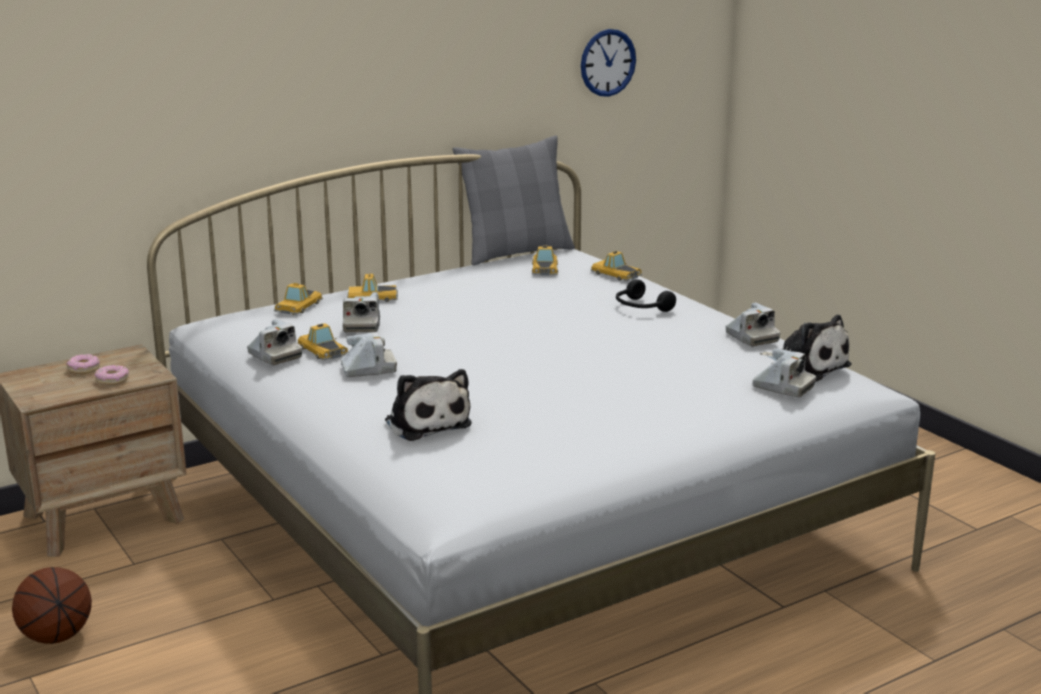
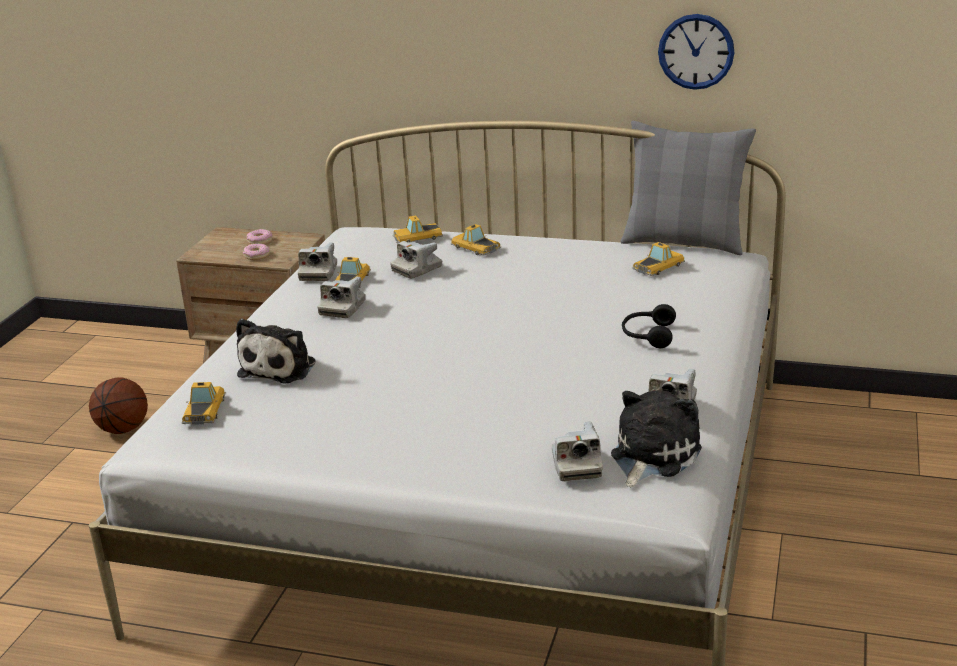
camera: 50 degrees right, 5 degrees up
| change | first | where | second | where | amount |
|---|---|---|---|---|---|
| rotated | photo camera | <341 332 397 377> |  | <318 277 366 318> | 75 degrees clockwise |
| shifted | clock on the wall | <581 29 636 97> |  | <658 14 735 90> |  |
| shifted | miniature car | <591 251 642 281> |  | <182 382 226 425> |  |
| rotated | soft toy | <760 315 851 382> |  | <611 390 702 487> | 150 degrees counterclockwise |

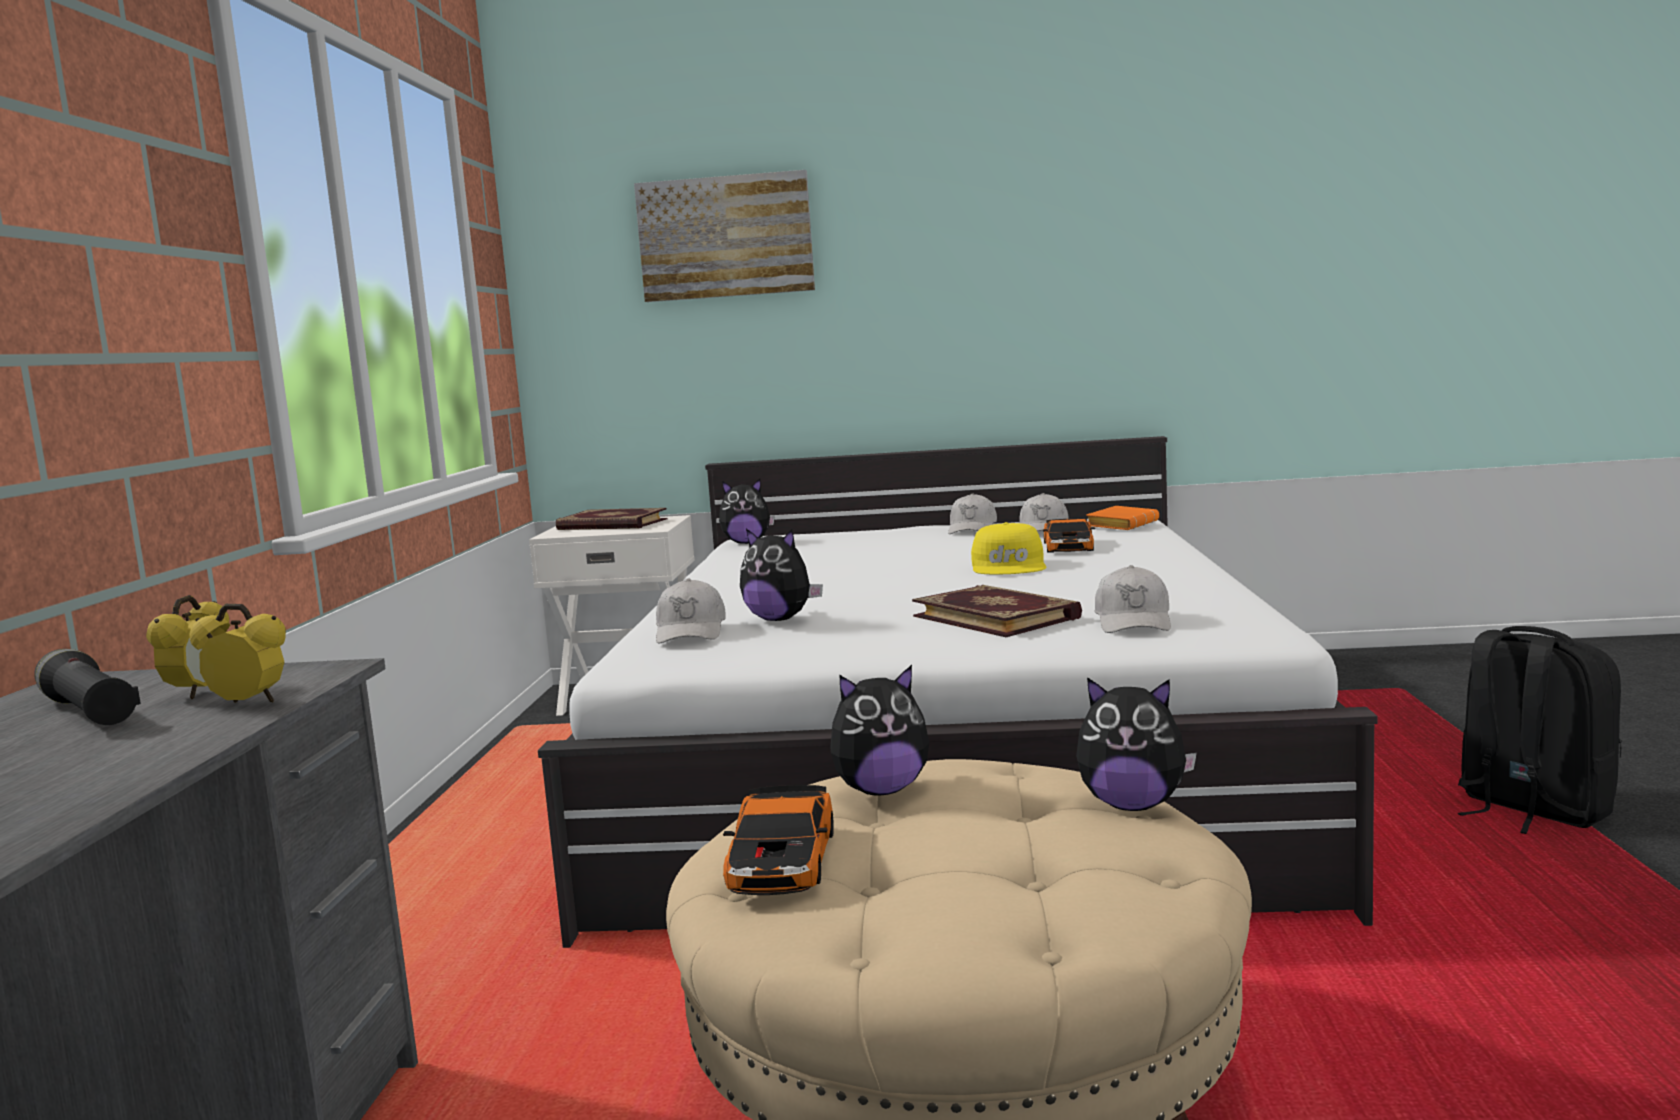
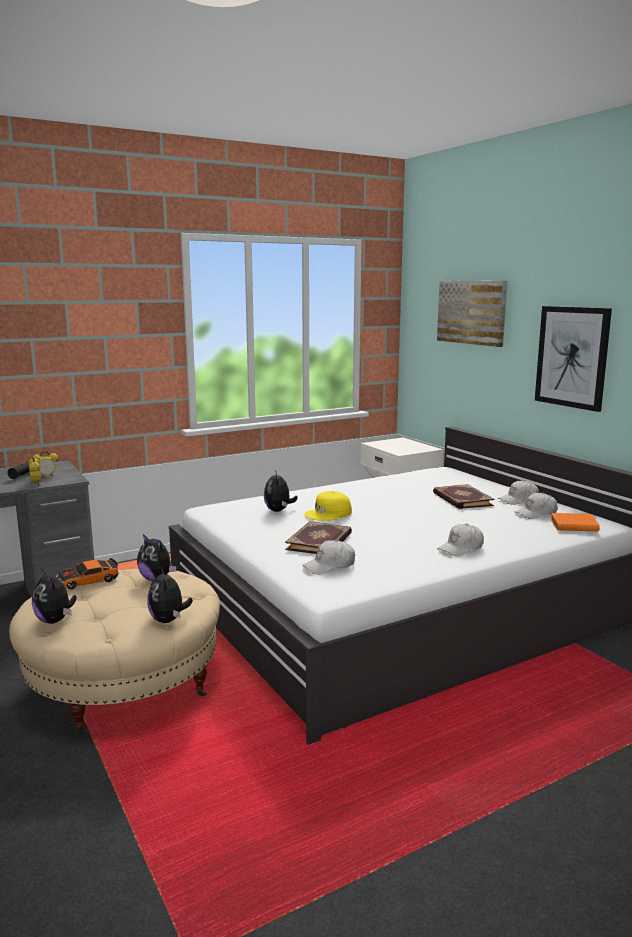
camera: 55 degrees right, 5 degrees up
| change | first | where | second | where | amount |
|---|---|---|---|---|---|
| shifted | book | <556 508 667 530> |  | <433 484 494 509> |  |
| shifted | whitish peaked cap | <656 579 725 644> |  | <437 524 484 557> |  |
| shifted | soft toy | <719 479 775 544> |  | <32 569 77 624> |  |
| shifted | yellow peaked cap | <971 522 1046 574> |  | <304 491 352 521> |  |
| gone | miniature car | <1043 518 1095 553> |  |  |  |
| gone | black-coloured rucksack | <1458 626 1621 834> |  |  |  |
| new |  |  | picture | <535 306 612 412> |  |

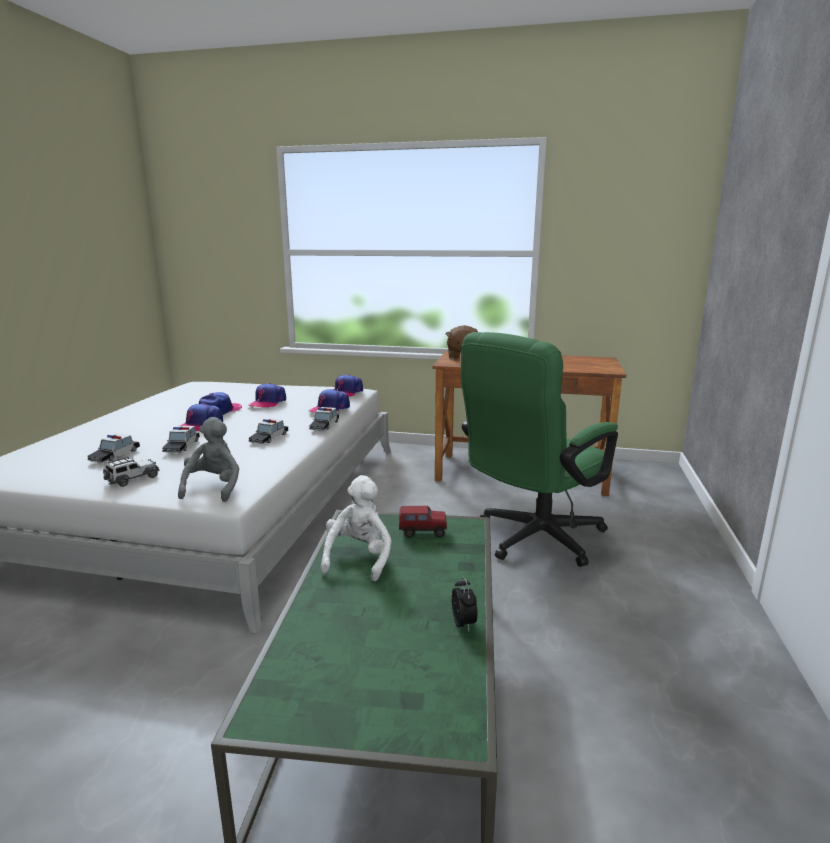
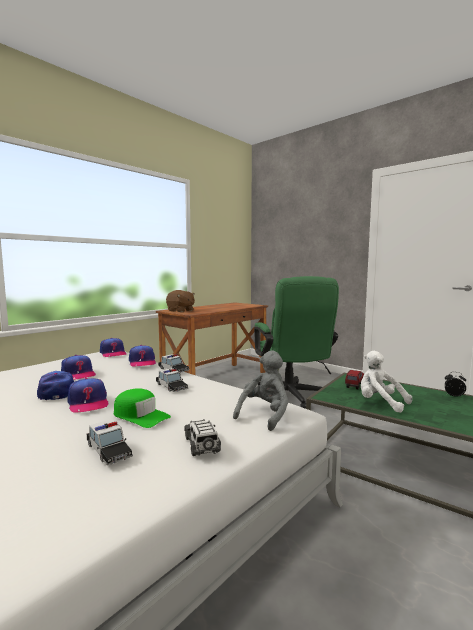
camera: 60 degrees left, 10 degrees down
| change | first | where | second | where | amount |
|---|---|---|---|---|---|
| swapped | miniature car | <162 426 200 453> | green peaked cap | <114 388 171 428> |  |
| rotated | gray soft toy | <178 417 239 502> |  | <233 350 288 431> | 90 degrees clockwise |

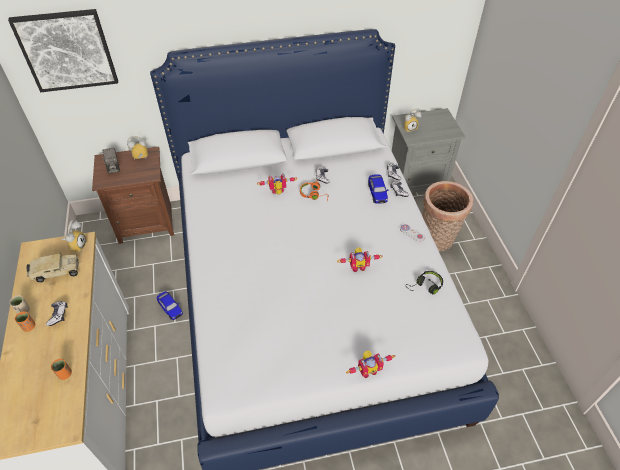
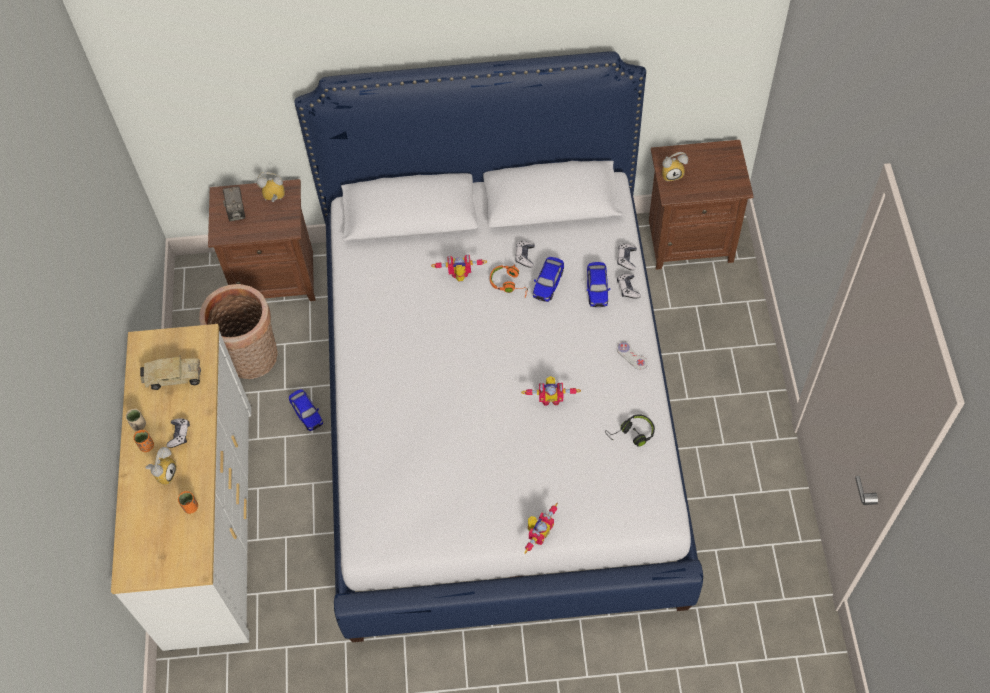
camera: 10 degrees right, 10 degrees up
| change | first | where | second | where | amount |
|---|---|---|---|---|---|
| gone | picture | <8 9 118 92> |  |  |  |
| shifted | bedside clock | <62 220 87 252> |  | <146 447 177 485> |  |
| rotated | robot figure | <346 351 395 378> |  | <525 503 558 554> | 45 degrees counterclockwise |
| repainted | gray night table | <392 108 466 193> | brown night table | <649 140 754 270> |  |
| shifted | household basket | <422 181 473 251> |  | <199 284 278 379> |  |
| new |  |  | miniature car | <533 257 564 302> |  |

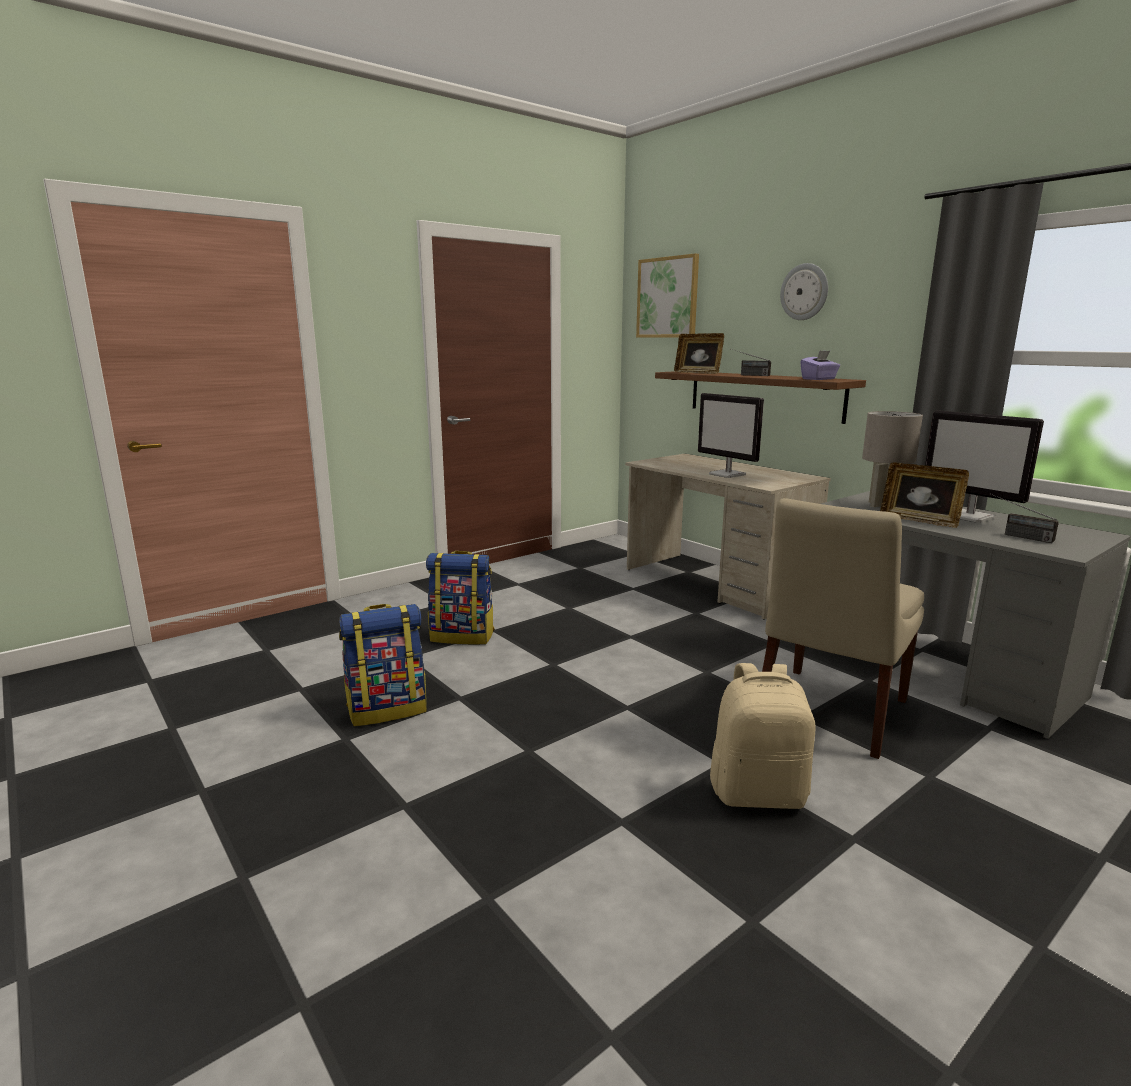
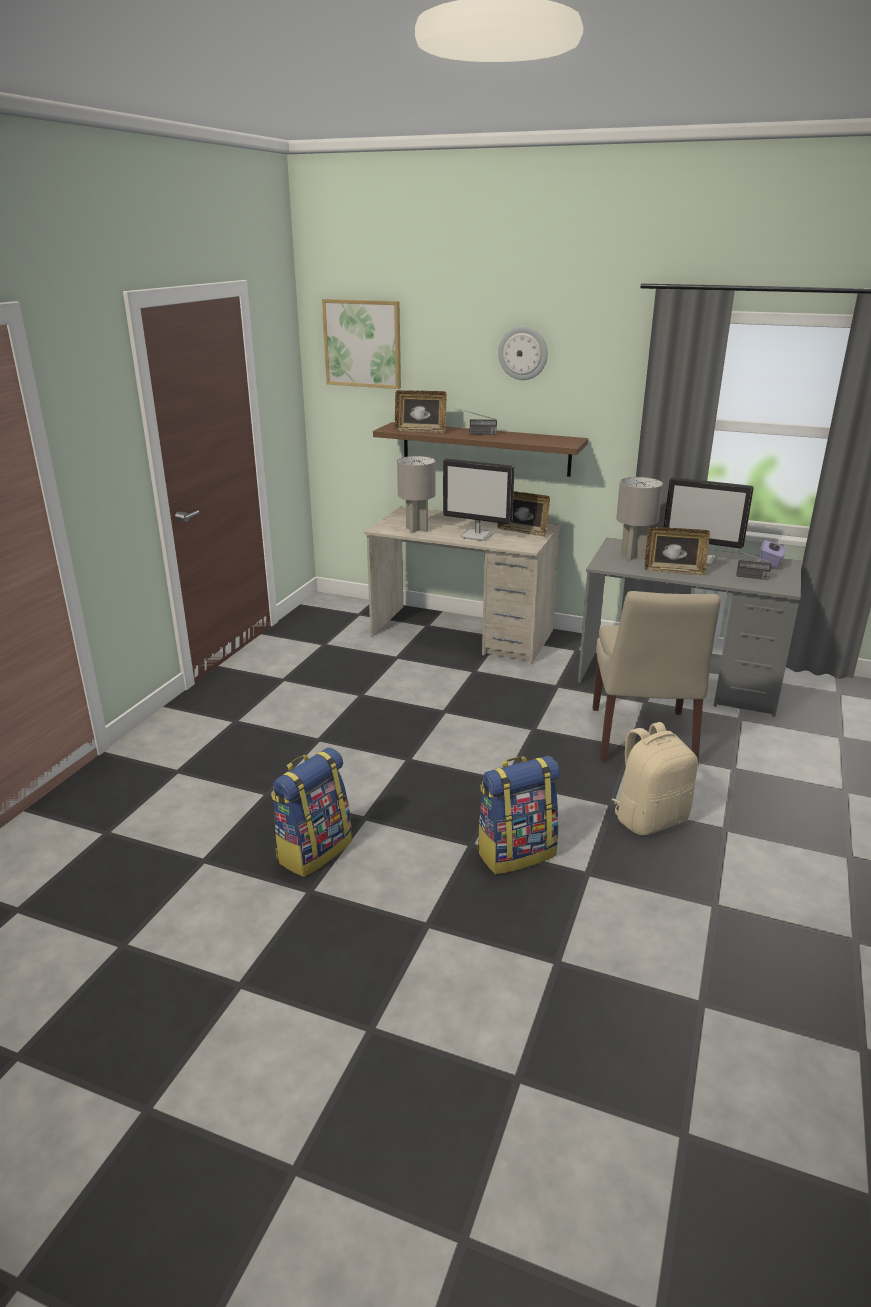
camera: 30 degrees left, 10 degrees up
| change | first | where | second | where | amount |
|---|---|---|---|---|---|
| shifted | rucksack | <426 551 495 645> |  | <477 756 560 874> |  |
| shifted | purplish tissue holder | <800 351 840 380> |  | <760 538 786 569> |  |
| new |  |  | gray lamp for a table | <397 456 436 533> |  |
| new |  |  | standing frame | <497 491 550 536> |  |

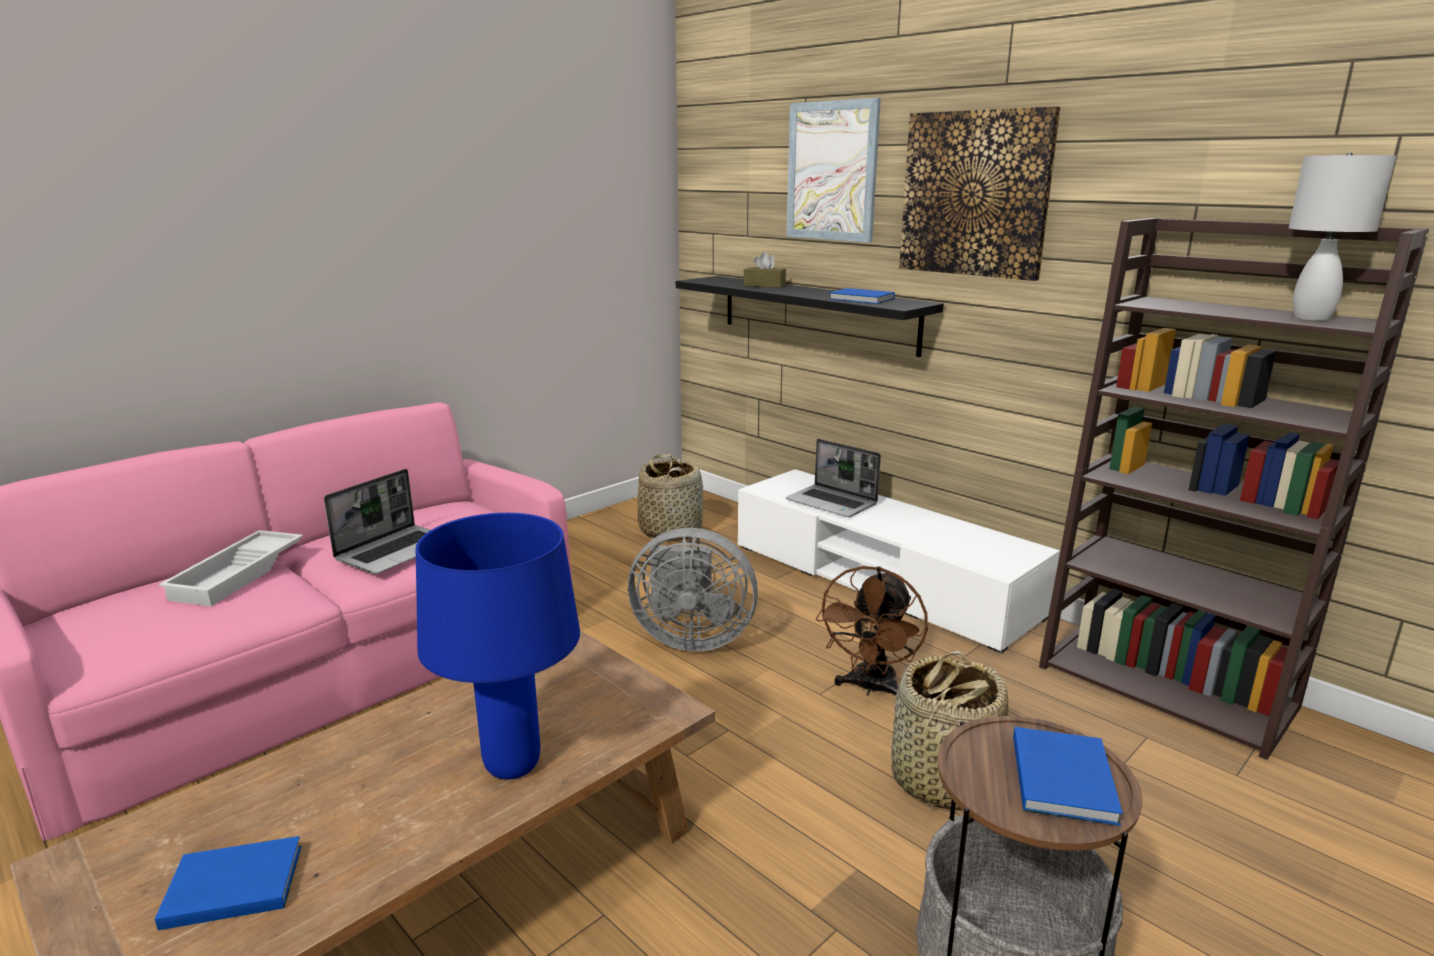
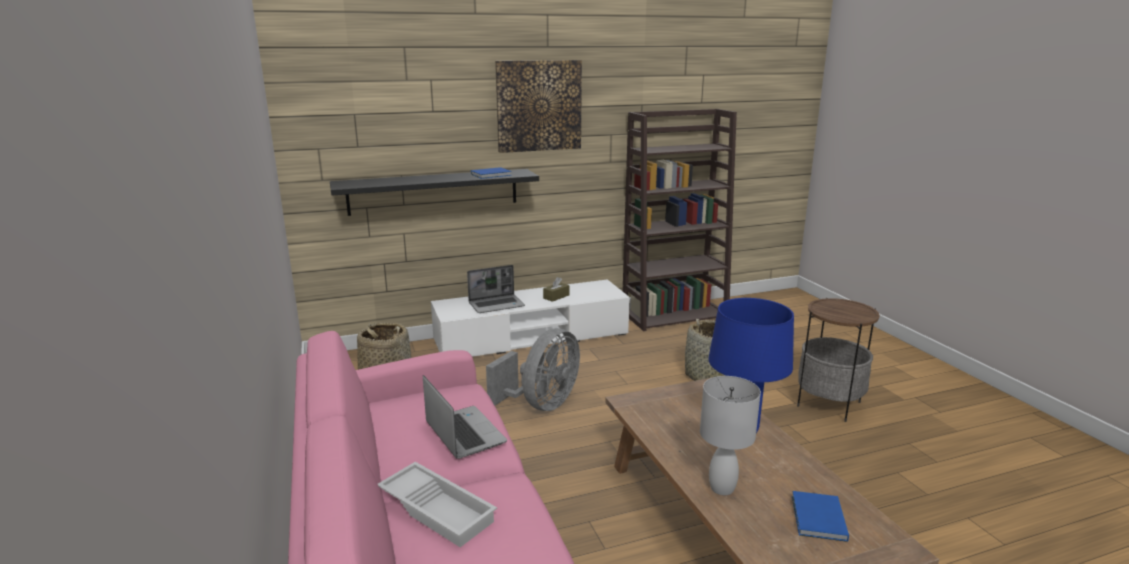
camera: 65 degrees left, 0 degrees up
| change | first | where | second | where | amount |
|---|---|---|---|---|---|
| shifted | brown tissue holder | <744 252 786 288> |  | <543 277 570 302> |  |
| gone | picture | <787 98 881 243> |  |  |  |
| gone | brown cooling fan | <816 566 928 696> |  |  |  |
| gone | bluish book | <1013 727 1123 826> |  |  |  |
| shifted | whitish lamp for a table | <1289 152 1396 321> |  | <700 376 761 495> |  |

